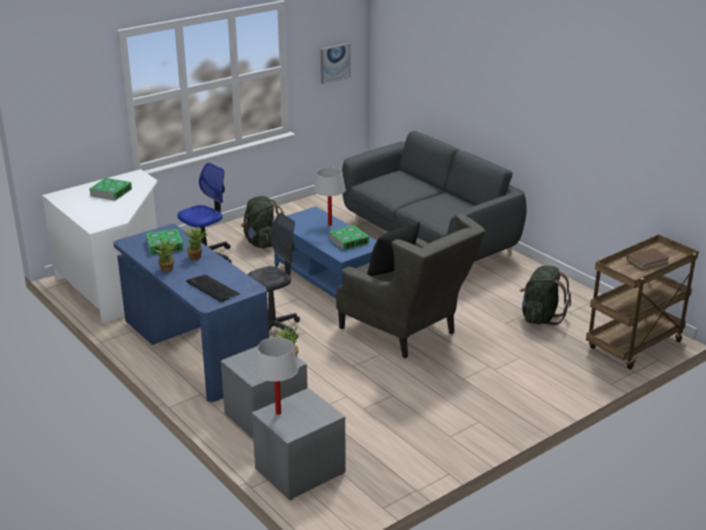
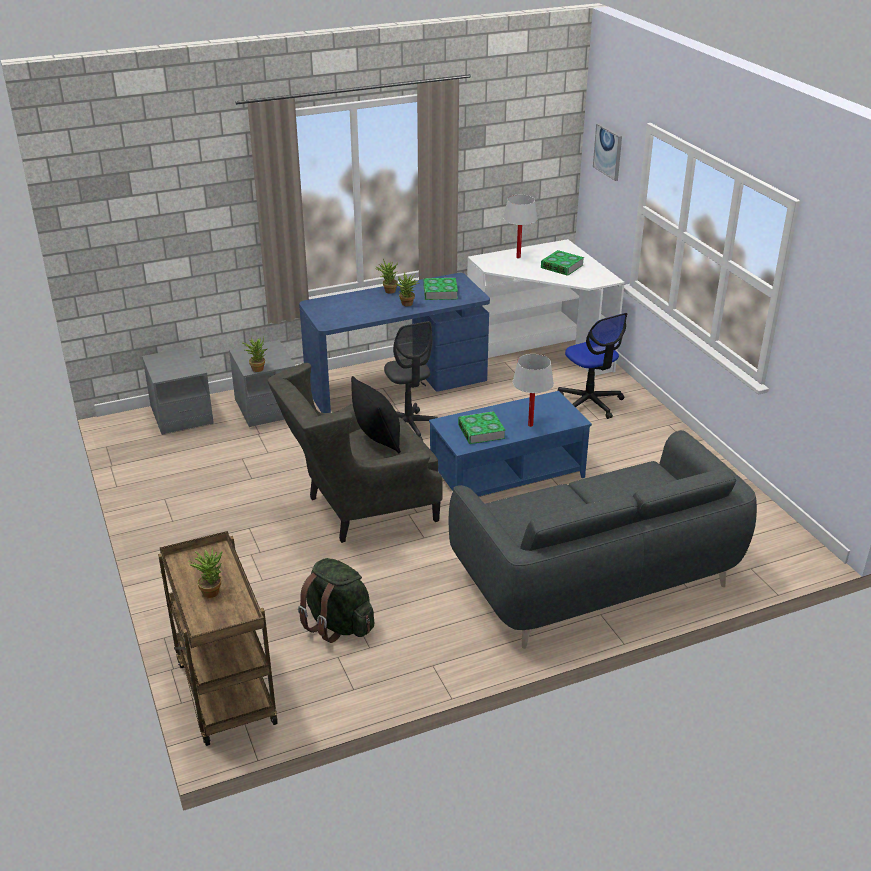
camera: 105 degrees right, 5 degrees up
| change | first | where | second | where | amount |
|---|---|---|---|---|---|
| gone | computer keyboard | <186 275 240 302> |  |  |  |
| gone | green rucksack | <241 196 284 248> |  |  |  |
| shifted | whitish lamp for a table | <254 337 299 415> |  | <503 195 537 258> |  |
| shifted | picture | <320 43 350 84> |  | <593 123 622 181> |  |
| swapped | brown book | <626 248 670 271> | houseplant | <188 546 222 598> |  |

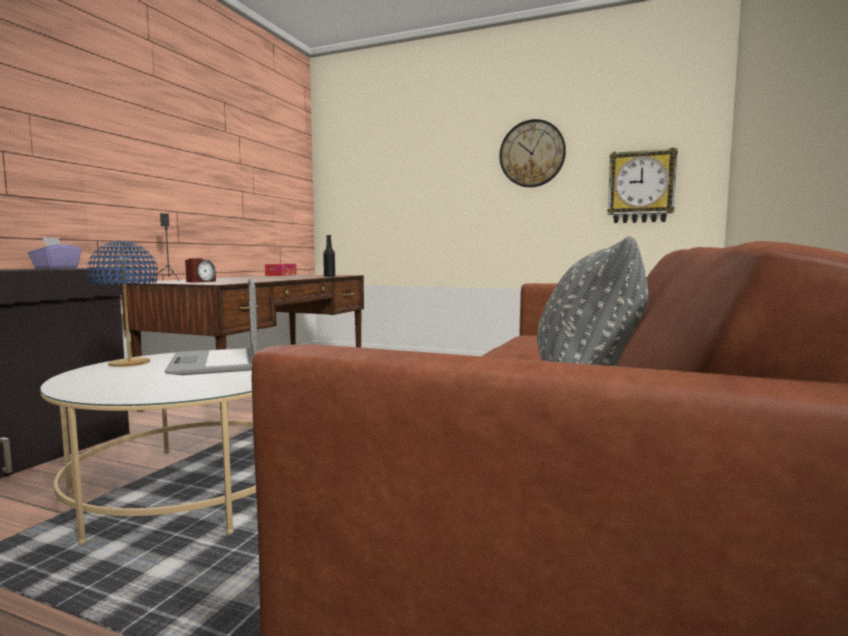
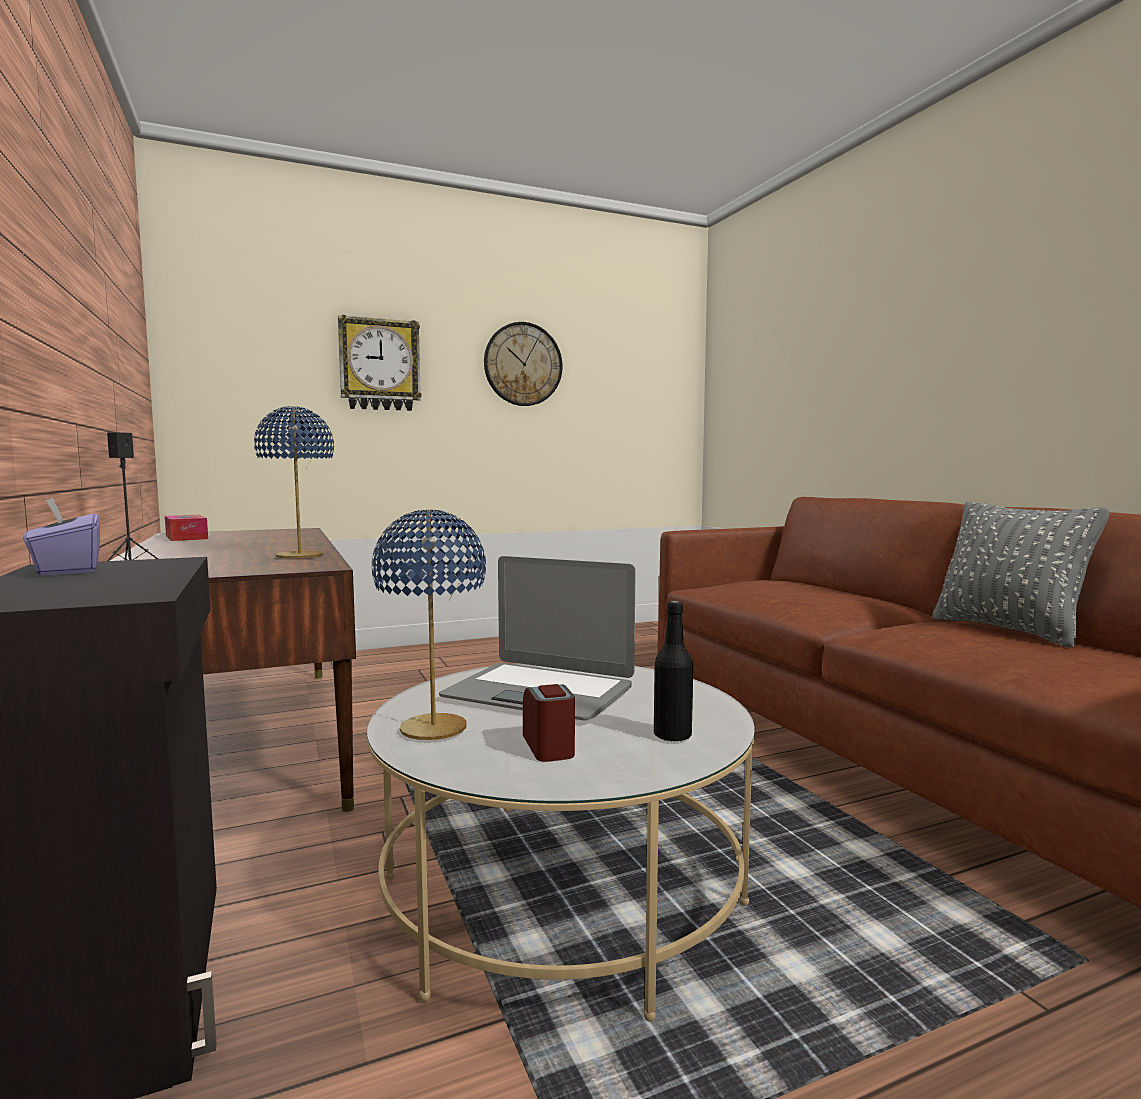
camera: 45 degrees left, 0 degrees up
| change | first | where | second | where | amount |
|---|---|---|---|---|---|
| shifted | bedside clock | <185 258 216 283> |  | <523 684 575 762> |  |
| shifted | black-coloured drink bottle | <323 235 335 277> |  | <654 601 693 742> |  |
| shifted | clock on the wall | <608 148 678 223> |  | <338 315 421 411> |  |
| new |  |  | bluish lamp for a table | <254 406 334 558> |  |

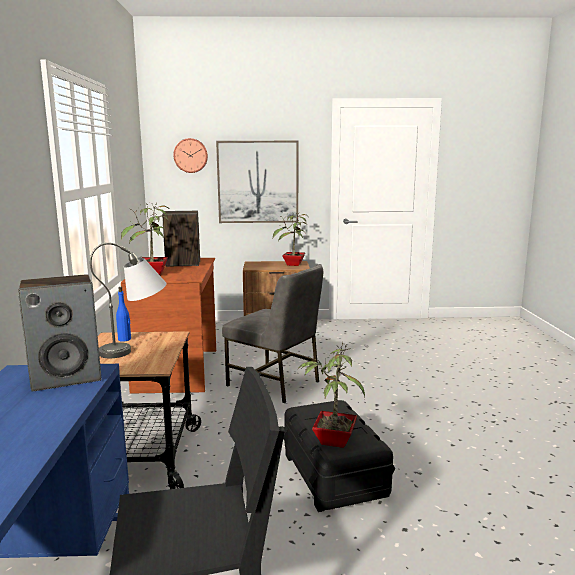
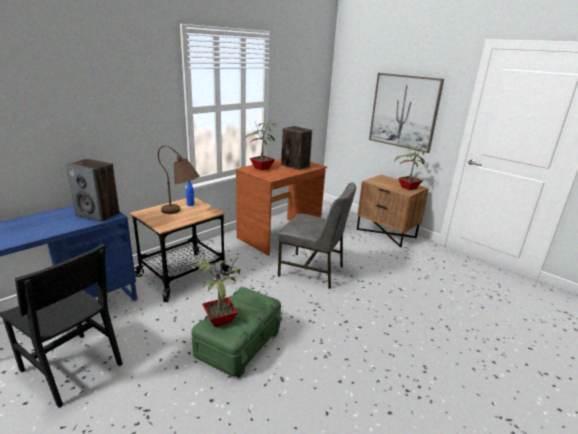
camera: 45 degrees right, 10 degrees up
| change | first | where | second | where | amount |
|---|---|---|---|---|---|
| repainted | gray lamp for a table | <90 243 167 358> | brown lamp for a table | <158 145 200 214> |  |
| gone | clock on the wall | <173 138 208 173> |  |  |  |
| rotated | gray upright chair | <222 264 323 403> |  | <277 183 356 289> | 60 degrees counterclockwise |
| repainted | black-coloured storage bin | <283 400 395 512> | green storage bin | <191 287 282 378> |  |

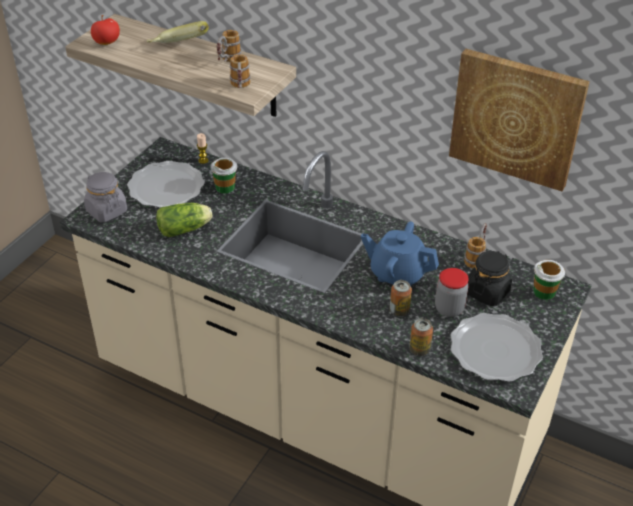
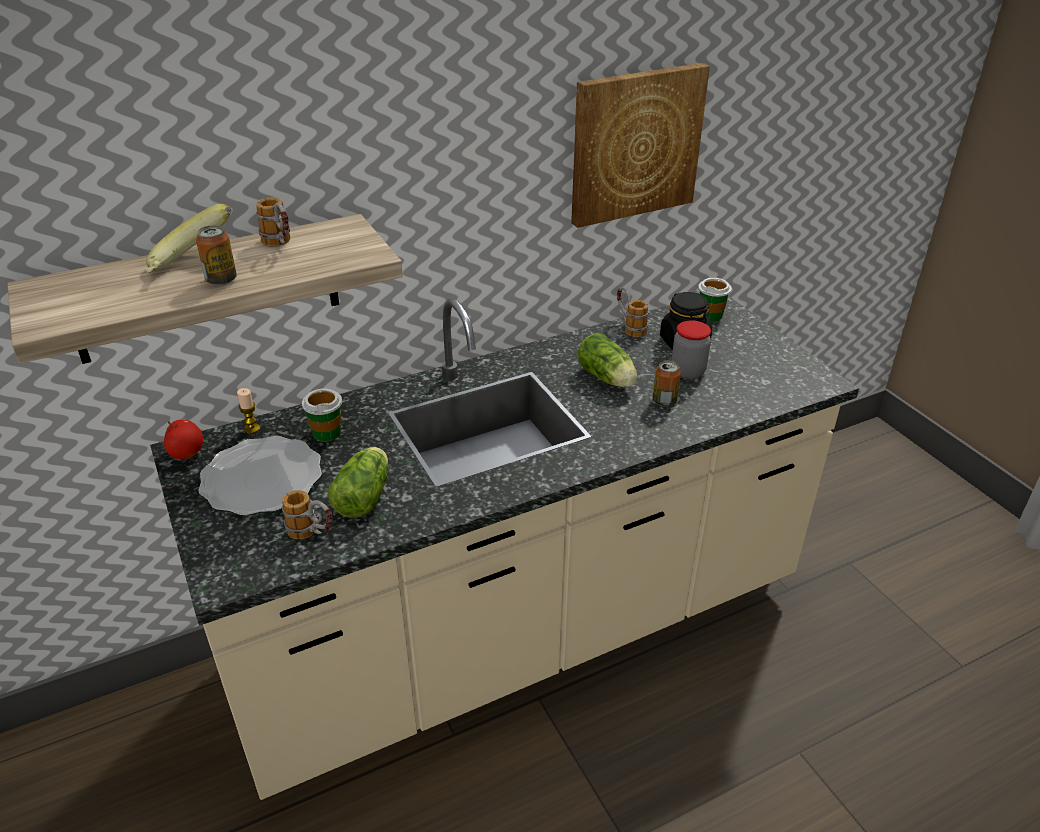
camera: 55 degrees left, 5 degrees down
| change | first | where | second | where | amount |
|---|---|---|---|---|---|
| gone | gray preserve jar | <84 172 127 222> |  |  |  |
| shifted | whole apple | <91 15 120 45> |  | <164 419 203 459> |  |
| shifted | coffee mug | <230 54 251 88> |  | <282 490 333 540> |  |
| swapped | bluish teapot | <361 222 439 286> | lettuce | <578 334 637 387> |  |
| shifted | sealed can | <409 318 433 356> |  | <196 225 237 285> |  |
| gone | plate | <450 313 543 382> |  |  |  |

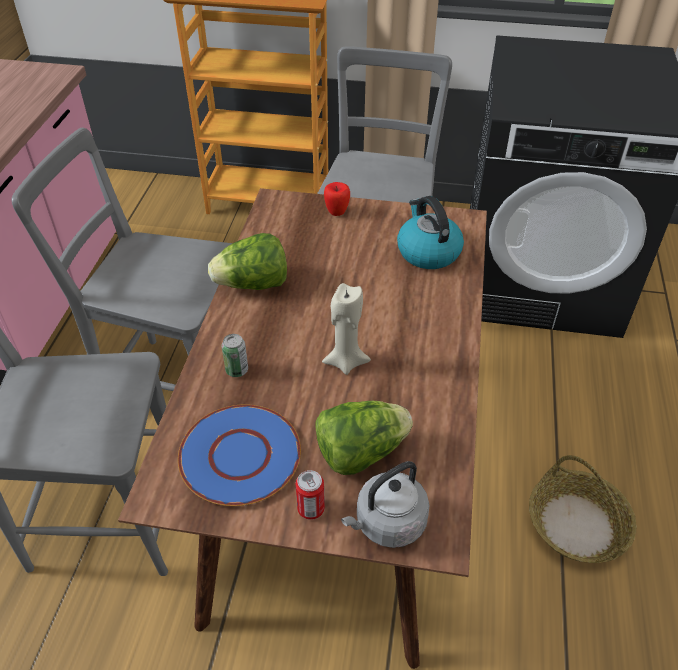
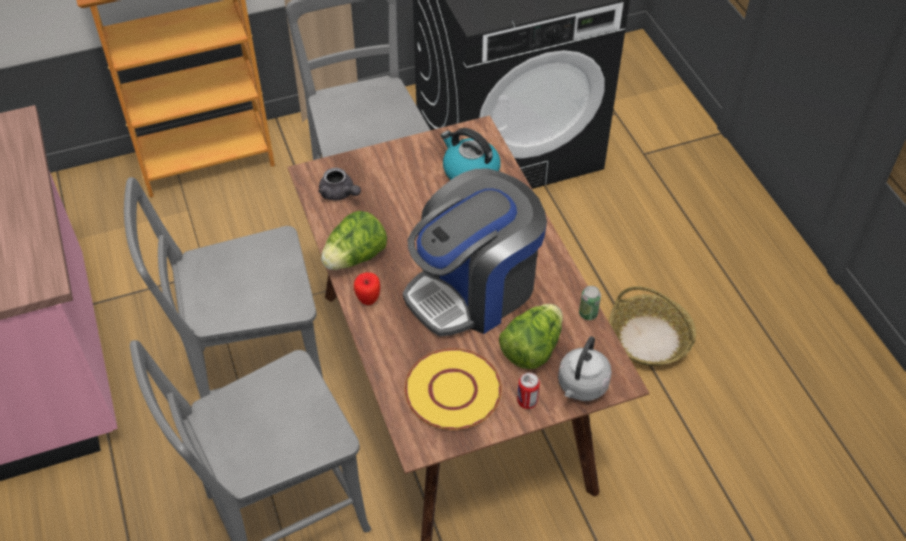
camera: 30 degrees left, 5 degrees up
| change | first | where | second | where | amount |
|---|---|---|---|---|---|
| repainted | bluish plate | <178 404 301 506> | yellow plate | <405 348 502 430> |  |
| shifted | sealed can | <222 334 248 377> |  | <579 286 601 320> |  |
| swapped | beige-coloured wax candle | <322 283 371 375> | coffee brewer | <403 169 547 336> |  |
| shifted | whole apple | <324 182 350 216> |  | <354 272 380 305> |  |
| new |  |  | gray teapot | <319 168 361 201> |  |

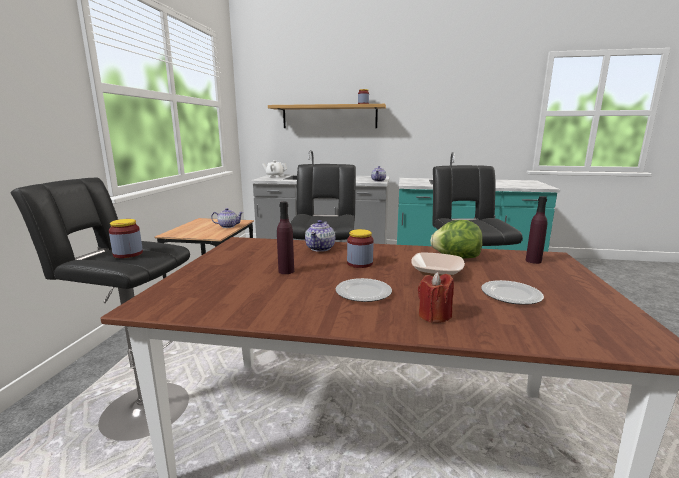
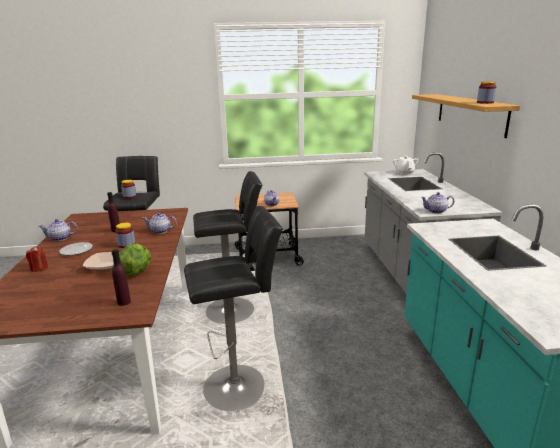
camera: 75 degrees right, 5 degrees up
| change | first | where | second | where | amount |
|---|---|---|---|---|---|
| gone | plate | <481 280 544 305> |  |  |  |
| new |  |  | teapot | <39 219 78 241> |  |

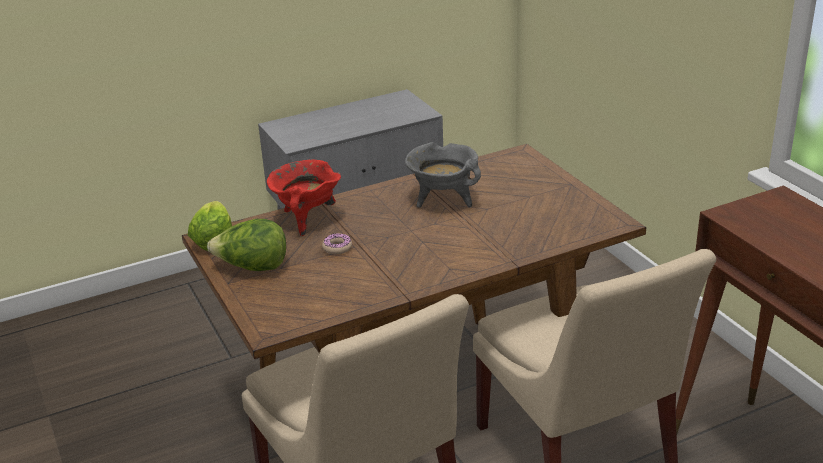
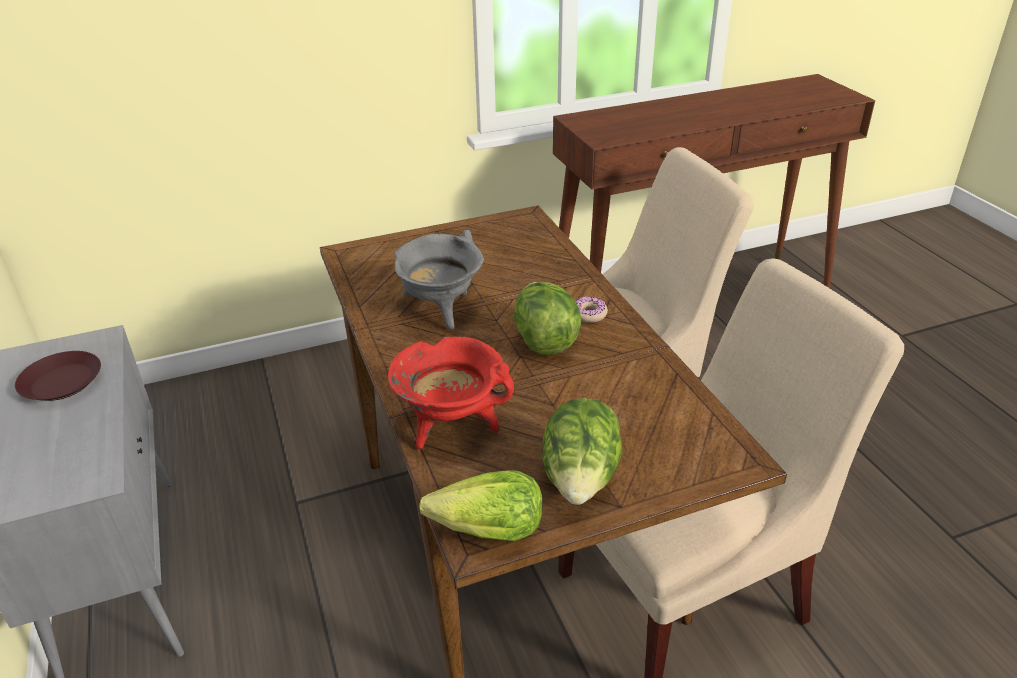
camera: 85 degrees left, 5 degrees up
| change | first | where | second | where | amount |
|---|---|---|---|---|---|
| shifted | ring doughnut | <322 233 352 254> |  | <575 296 608 323> |  |
| new |  |  | brown plate | <15 351 101 401> |  |
| new |  |  | lettuce | <514 282 581 355> |  |

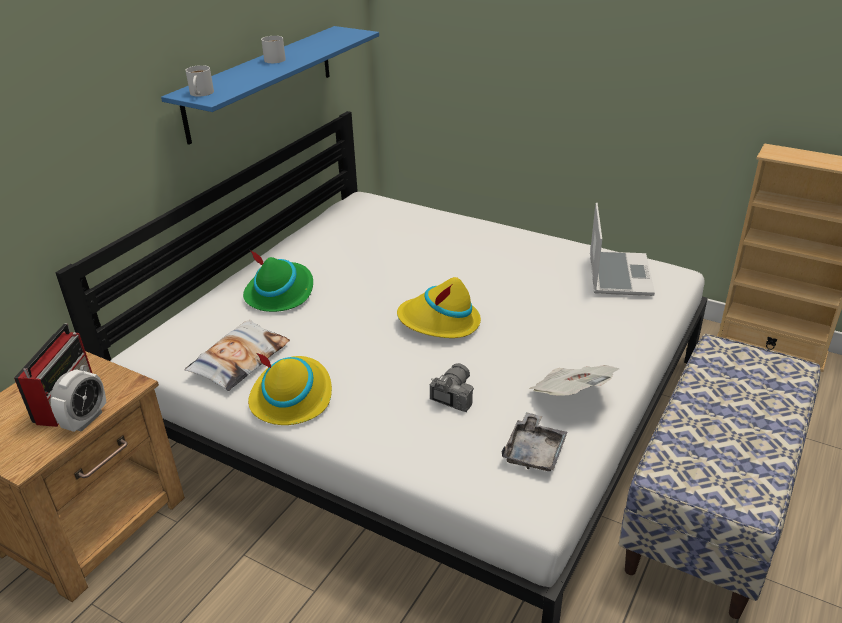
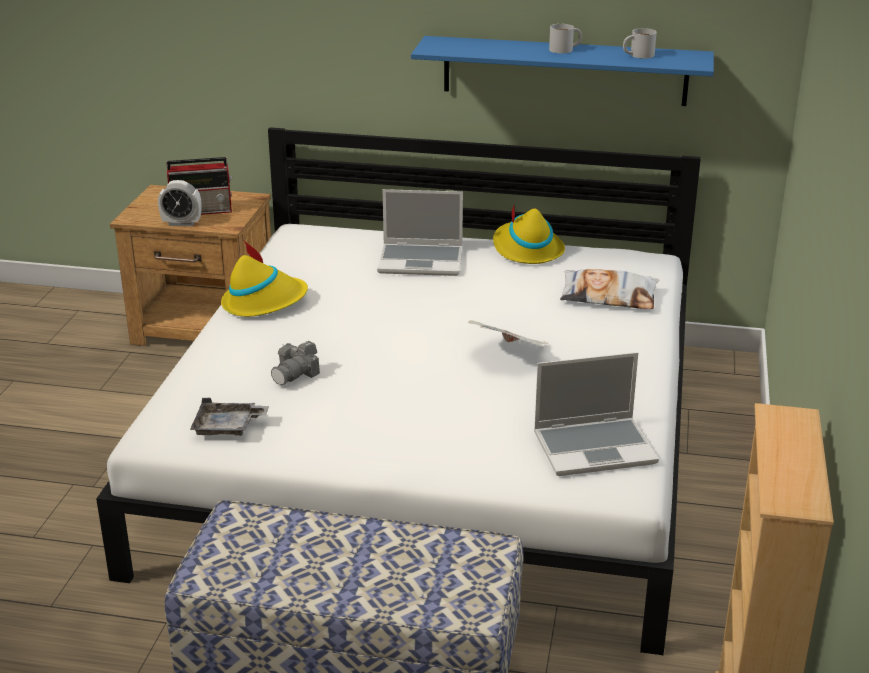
camera: 70 degrees right, 5 degrees down
| change | first | where | second | where | amount |
|---|---|---|---|---|---|
| shifted | throw pillow | <184 320 290 391> |  | <560 269 659 309> |  |
| shifted | whitish coffee mug | <185 65 214 96> |  | <623 28 657 59> |  |
| swapped | green hat | <243 250 313 312> | notebook computer | <377 189 463 276> |  |
| shifted | yellow hat | <397 277 481 338> |  | <493 206 565 264> |  |
| rotated | photo camera | <430 363 474 412> |  | <271 341 320 385> | 120 degrees clockwise |
| shifted | printed paper | <529 365 619 396> |  | <468 320 549 348> |  |

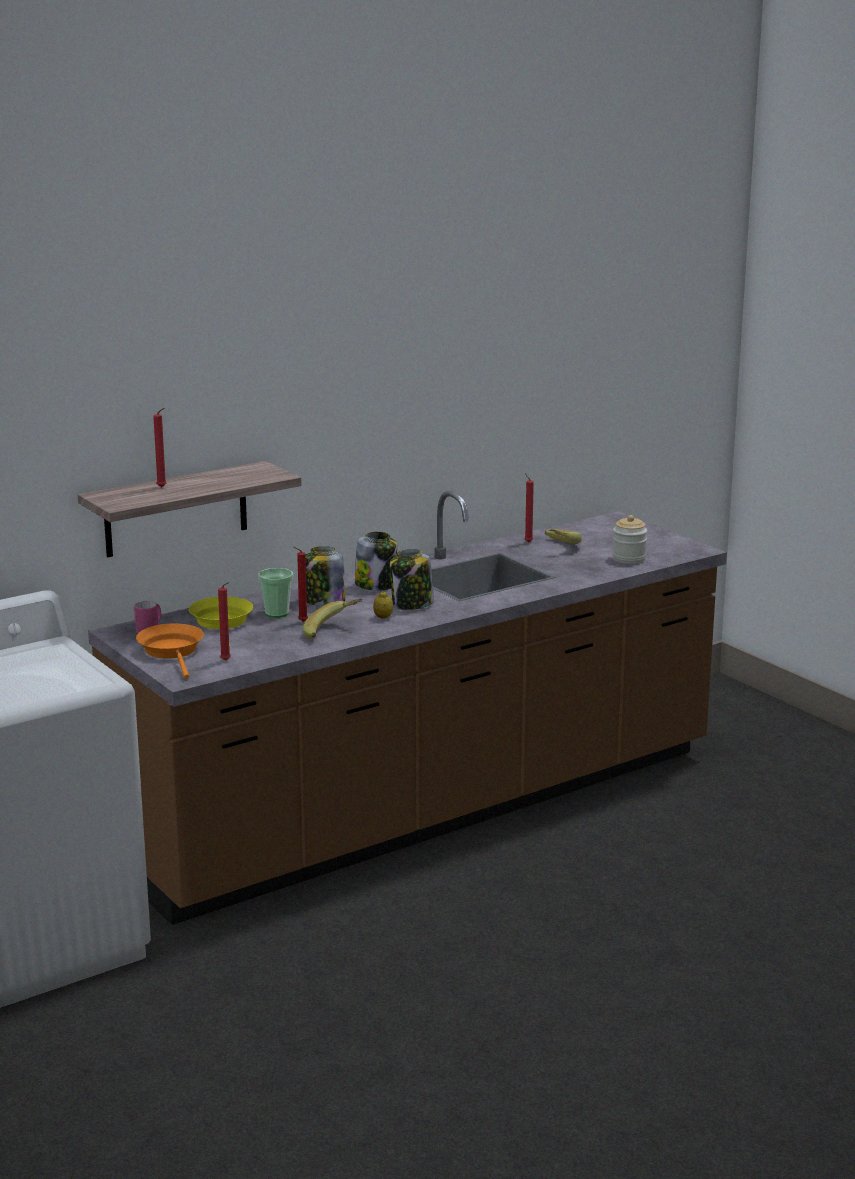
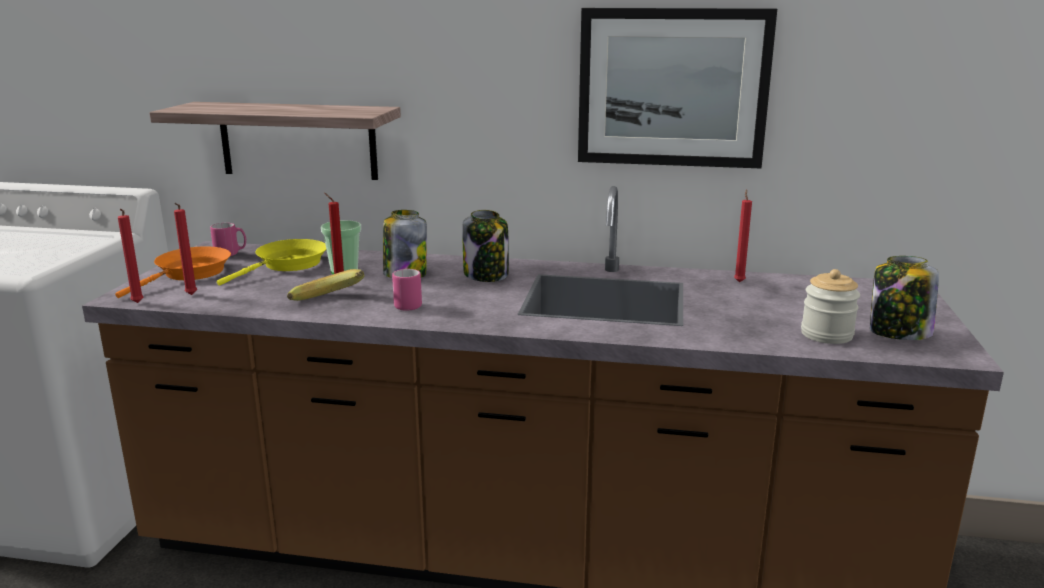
camera: 45 degrees right, 0 degrees up
| change | first | where | second | where | amount |
|---|---|---|---|---|---|
| shifted | red-coloured wax candle | <153 408 166 487> |  | <118 209 144 303> |  |
| swapped | whole lemon | <373 591 393 619> | pinkish coffee mug | <392 269 422 311> |  |
| shifted | preserve jar | <390 549 434 610> |  | <870 256 939 340> |  |
| gone | banana | <545 529 582 544> |  |  |  |
| new |  |  | picture | <578 8 777 168> |  |

